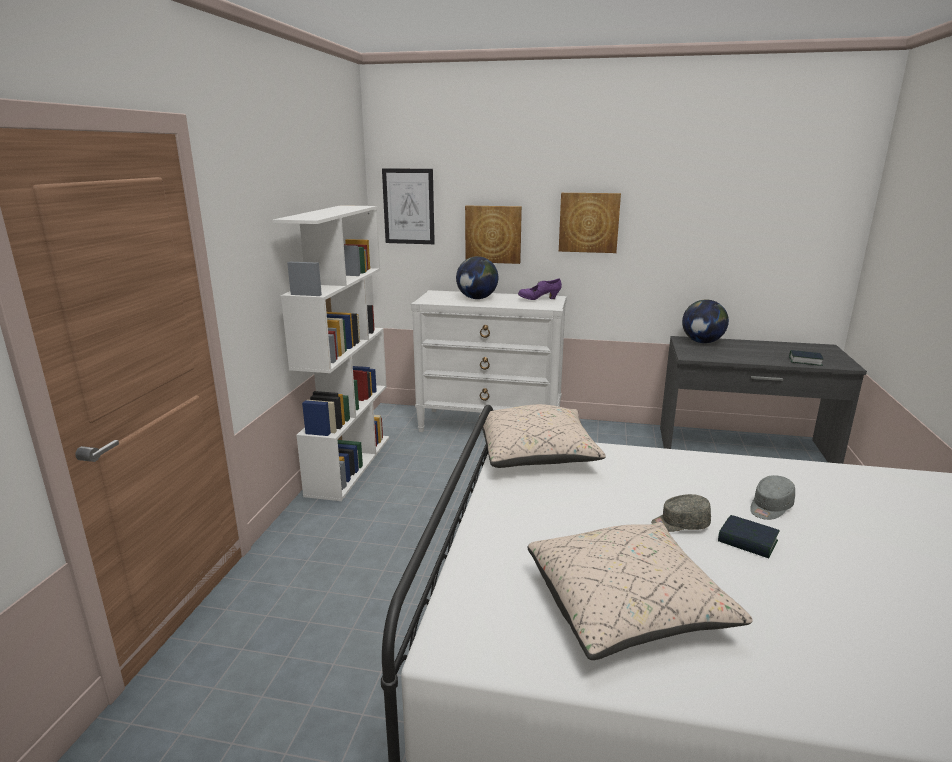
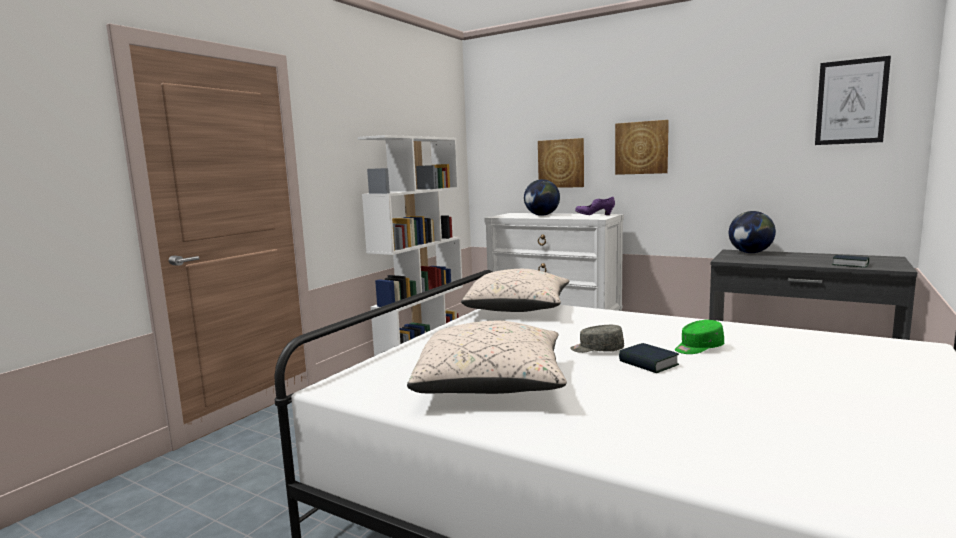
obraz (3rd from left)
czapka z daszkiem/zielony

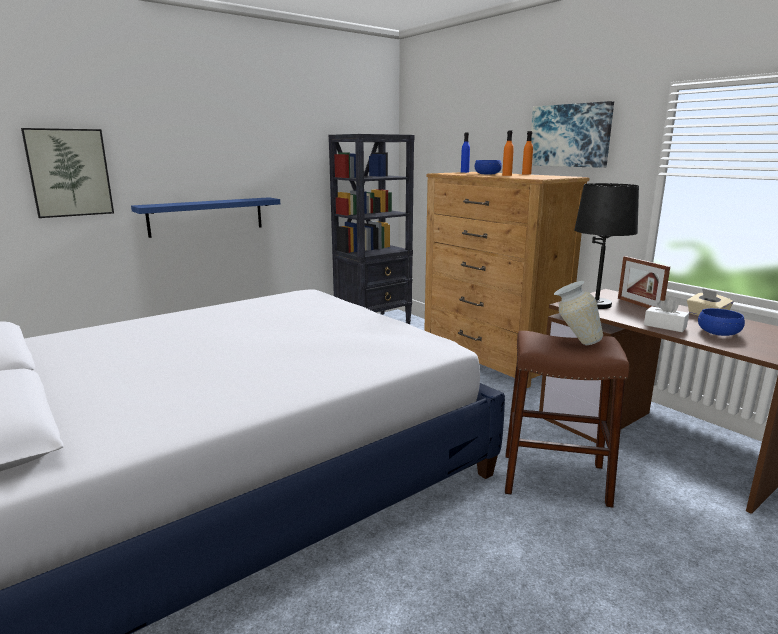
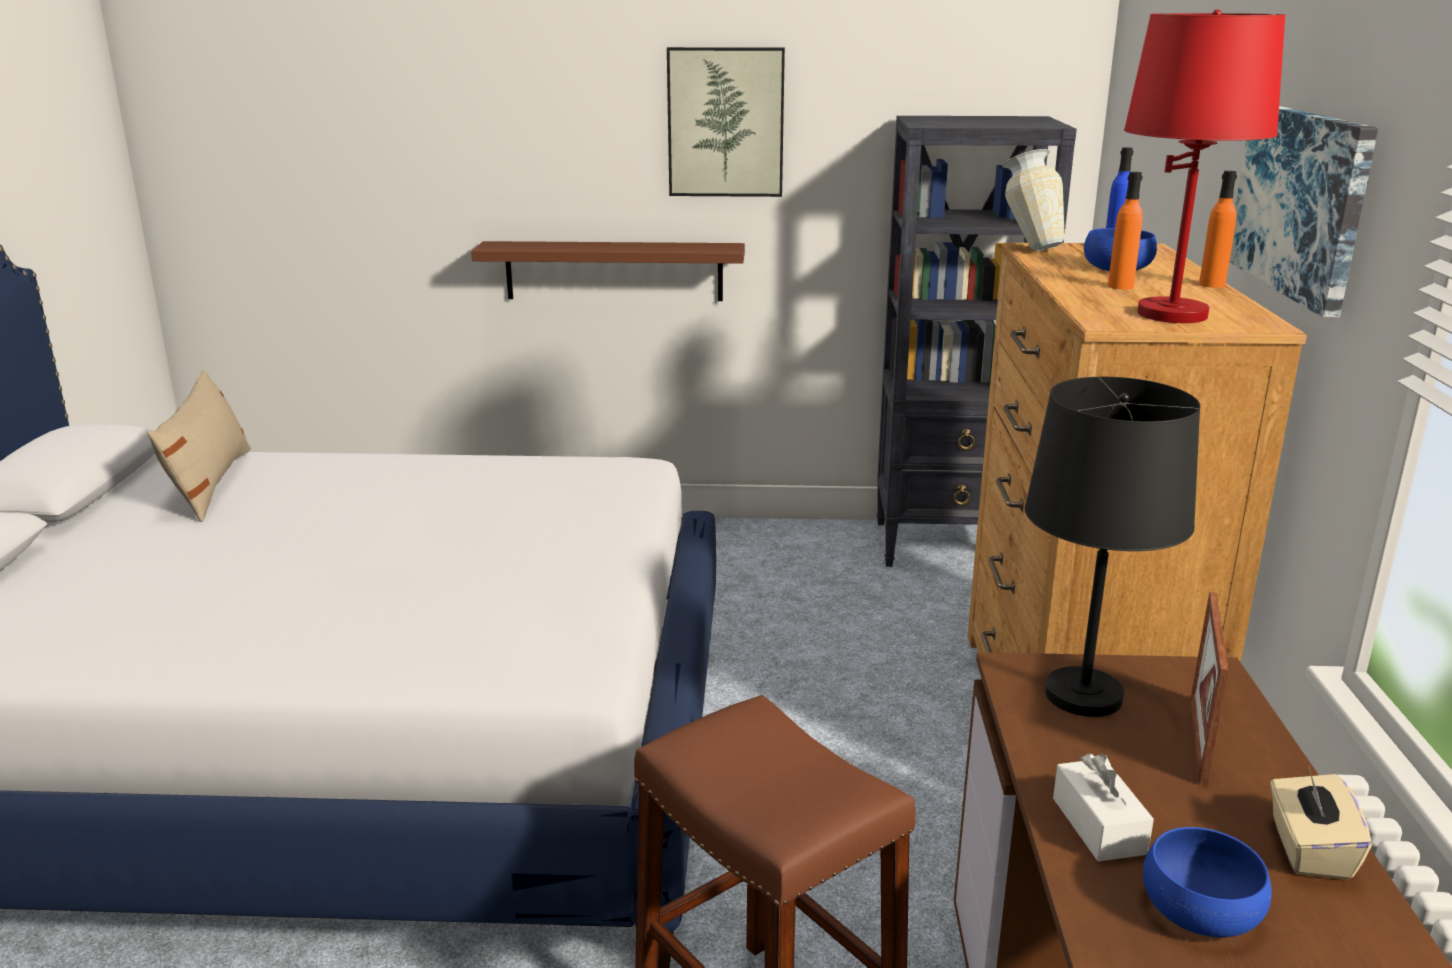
obraz (1st from left)
półka/brązowy
wazon
lampa stołowa/czerwony
poduszka/beżowy

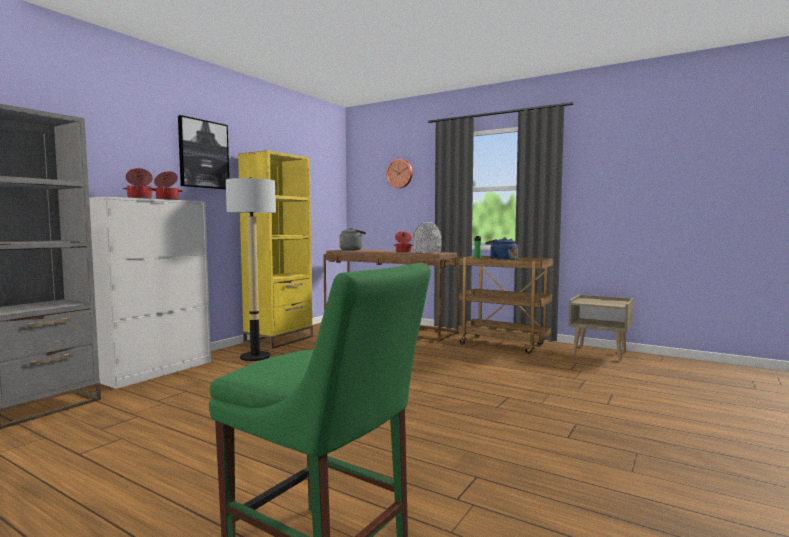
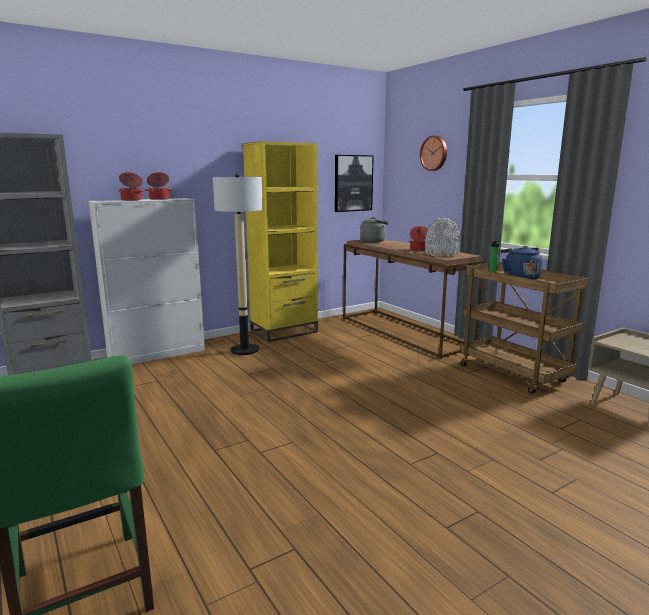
obraz

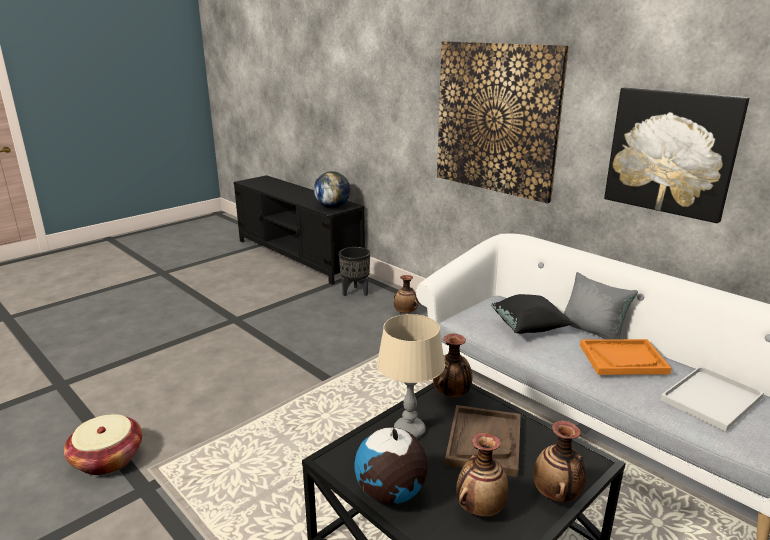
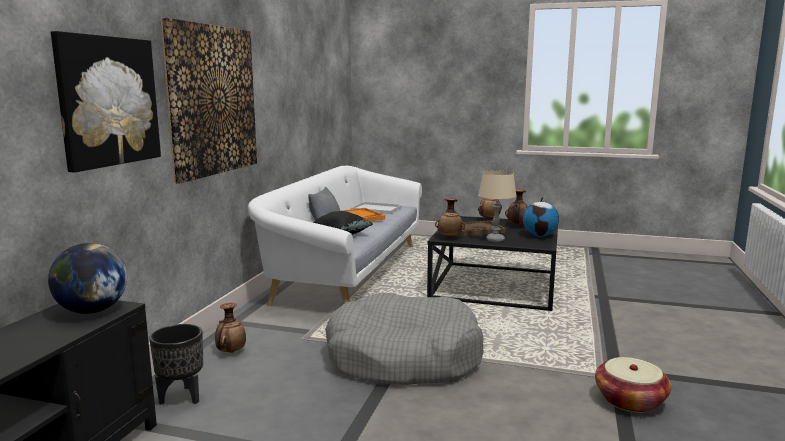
obraz (1st from left)
legowisko/szary

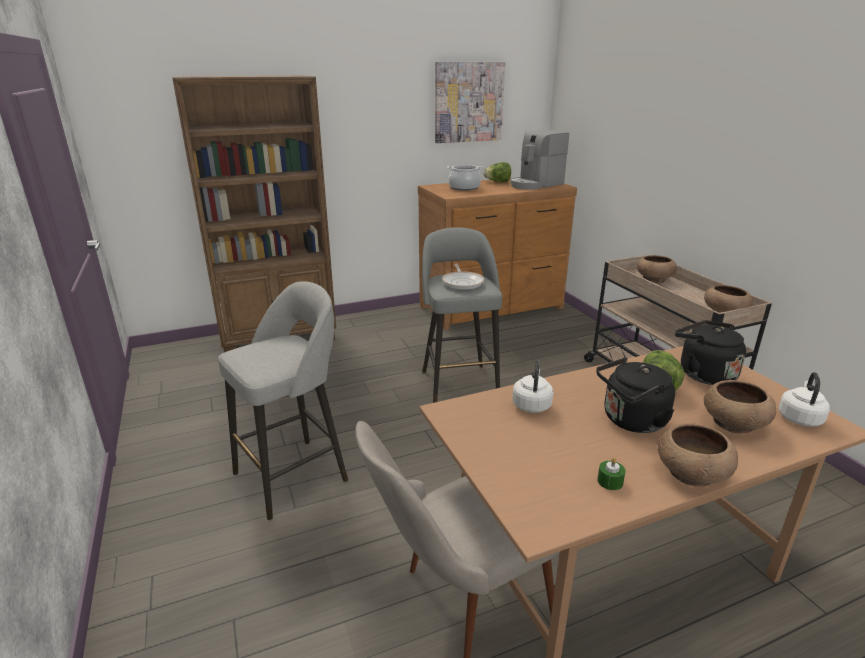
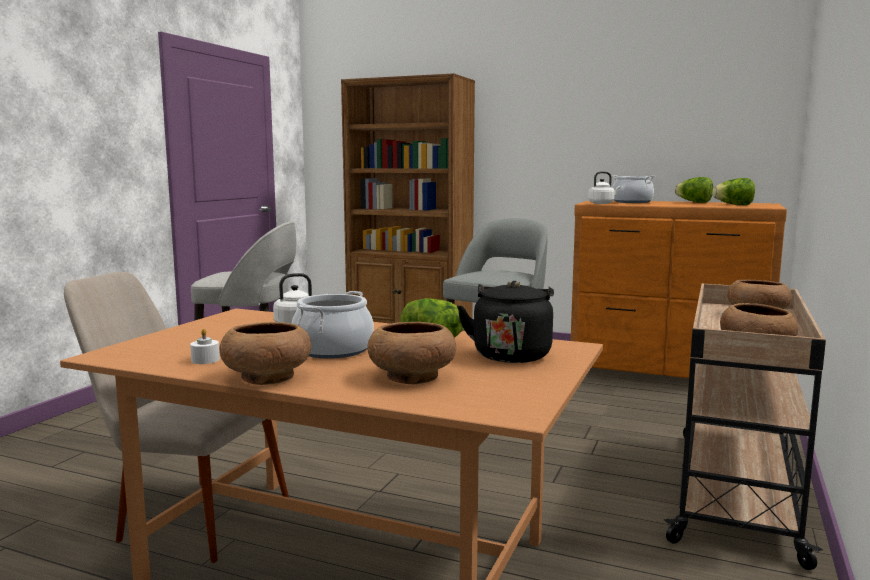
obraz
sałata (3rd from left)
patelnia
garnek (1st from left)
czajnik/biały (2nd from left)
świeca/biały

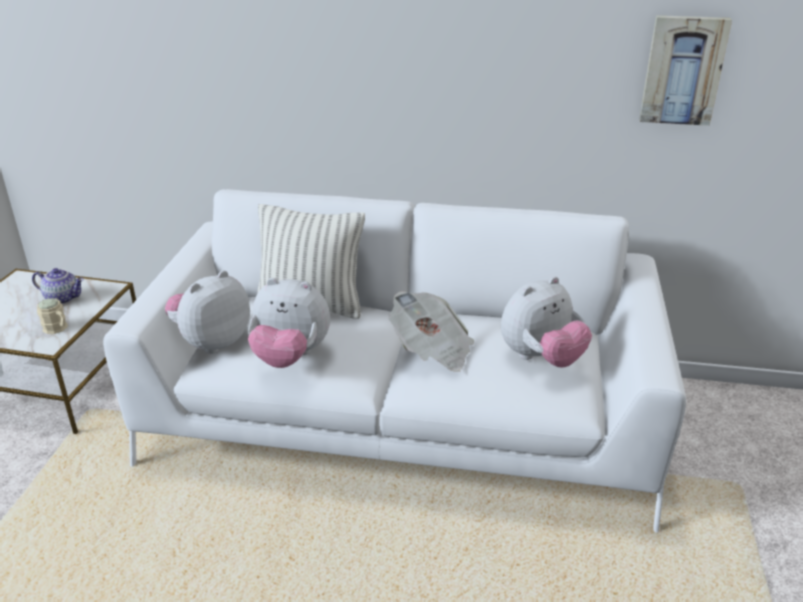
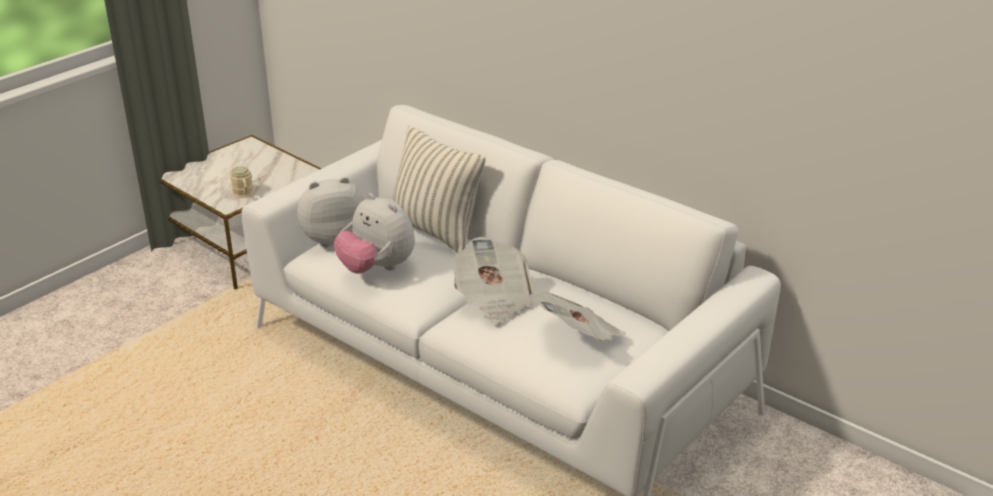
obraz
imbryk
gazeta (2nd from left)

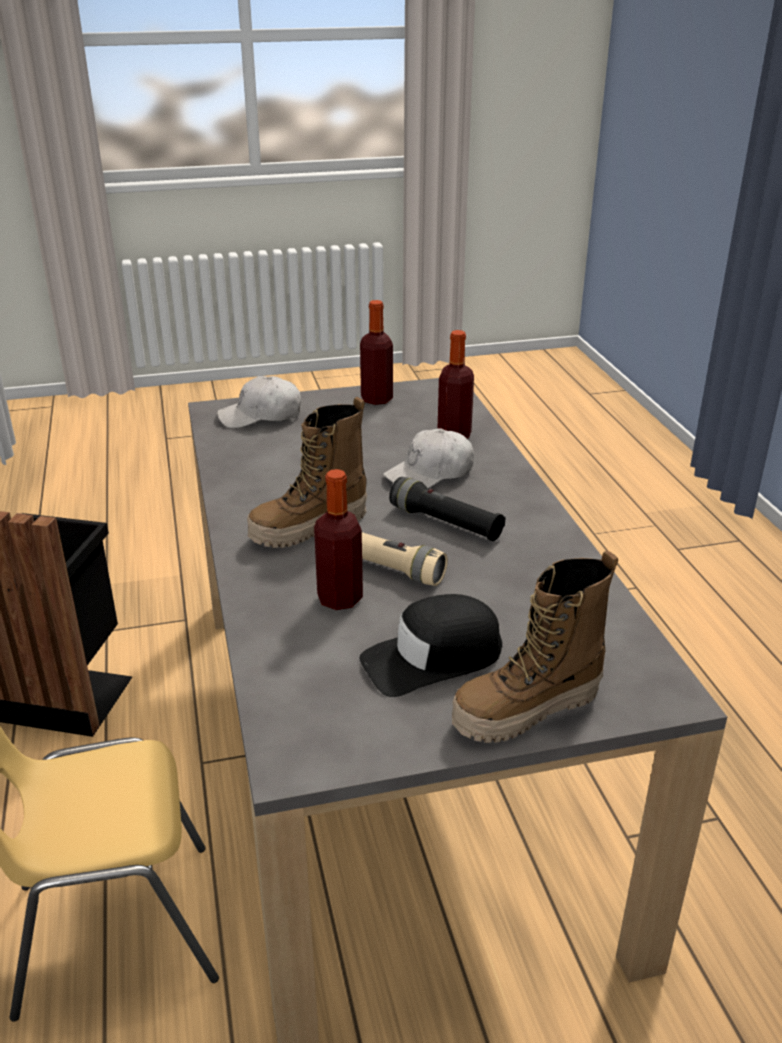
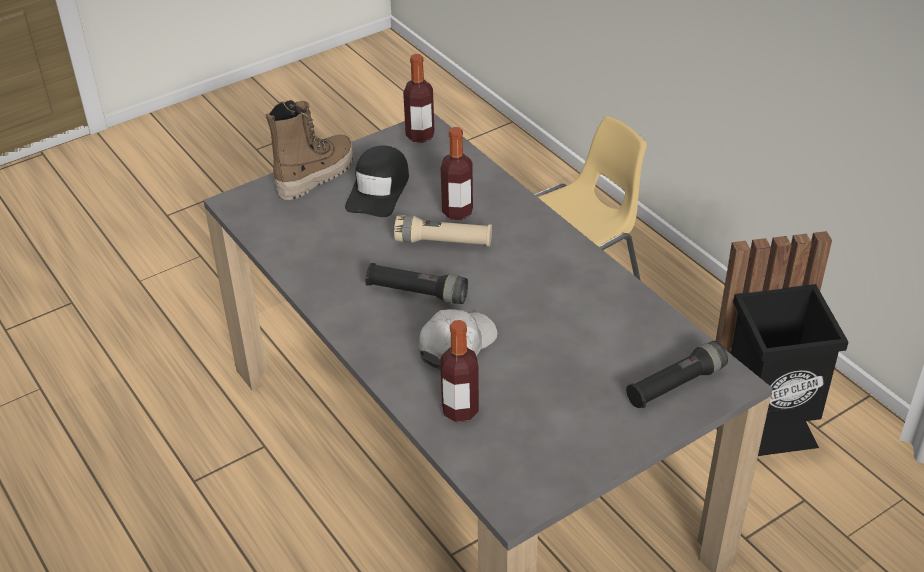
butelka (1st from left)
latarka/czarny (2nd from left)
but z cholewką (1st from left in the first image)
czapka z daszkiem/czarny

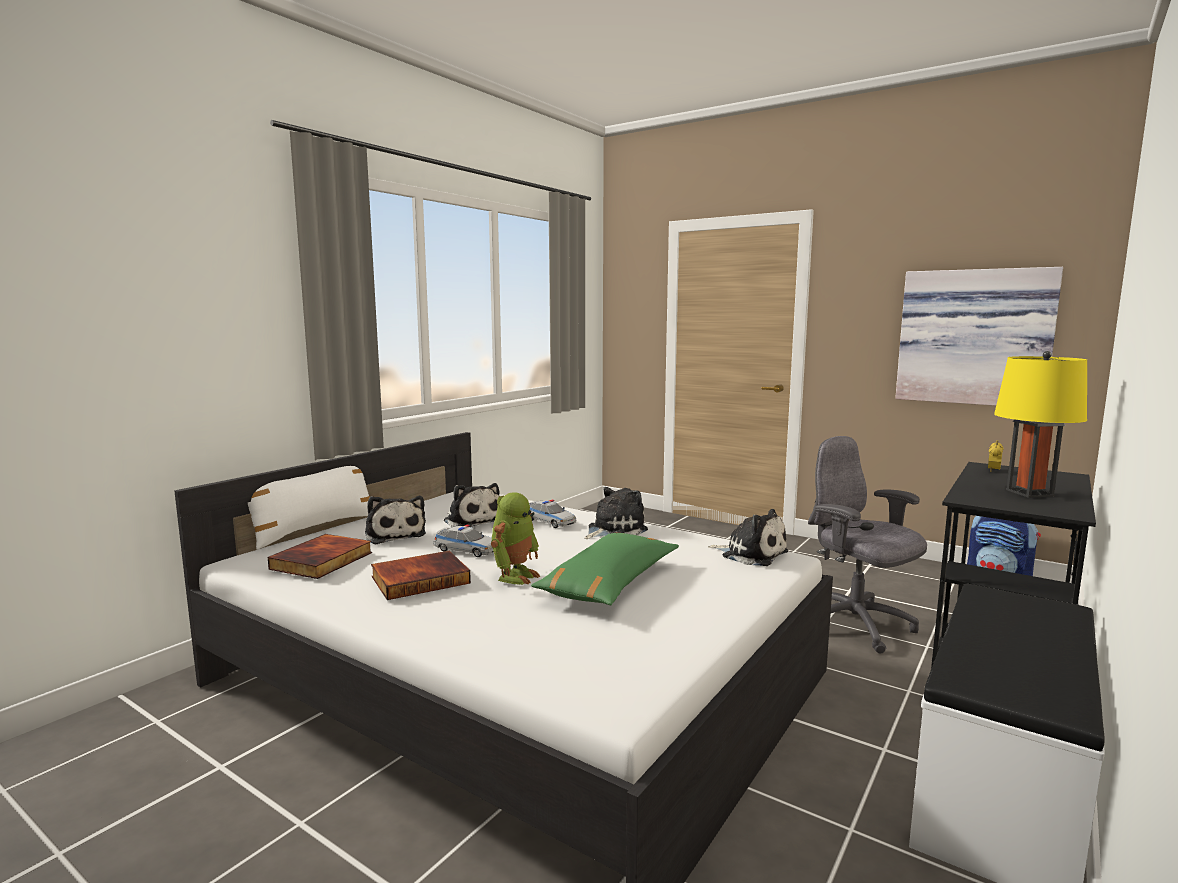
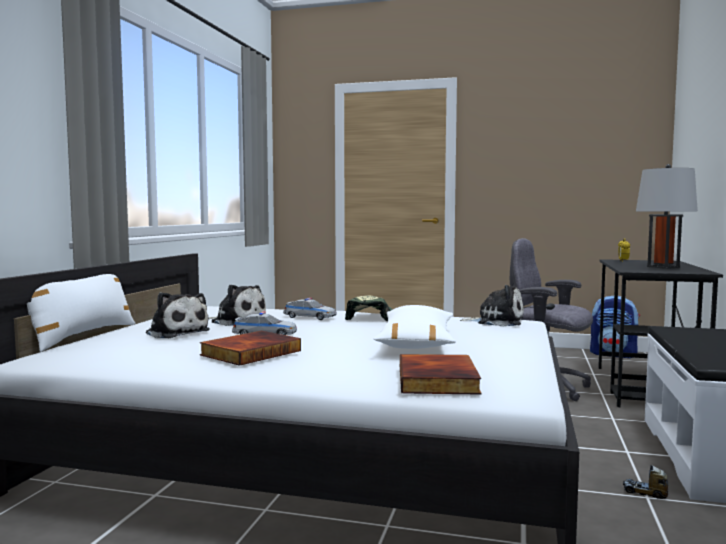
obraz
lampa stołowa/szary
czapka z daszkiem
robot zabawkowy
poduszka/biały (2nd from left)
książka (2nd from left)
ciężarówka zabawkowa

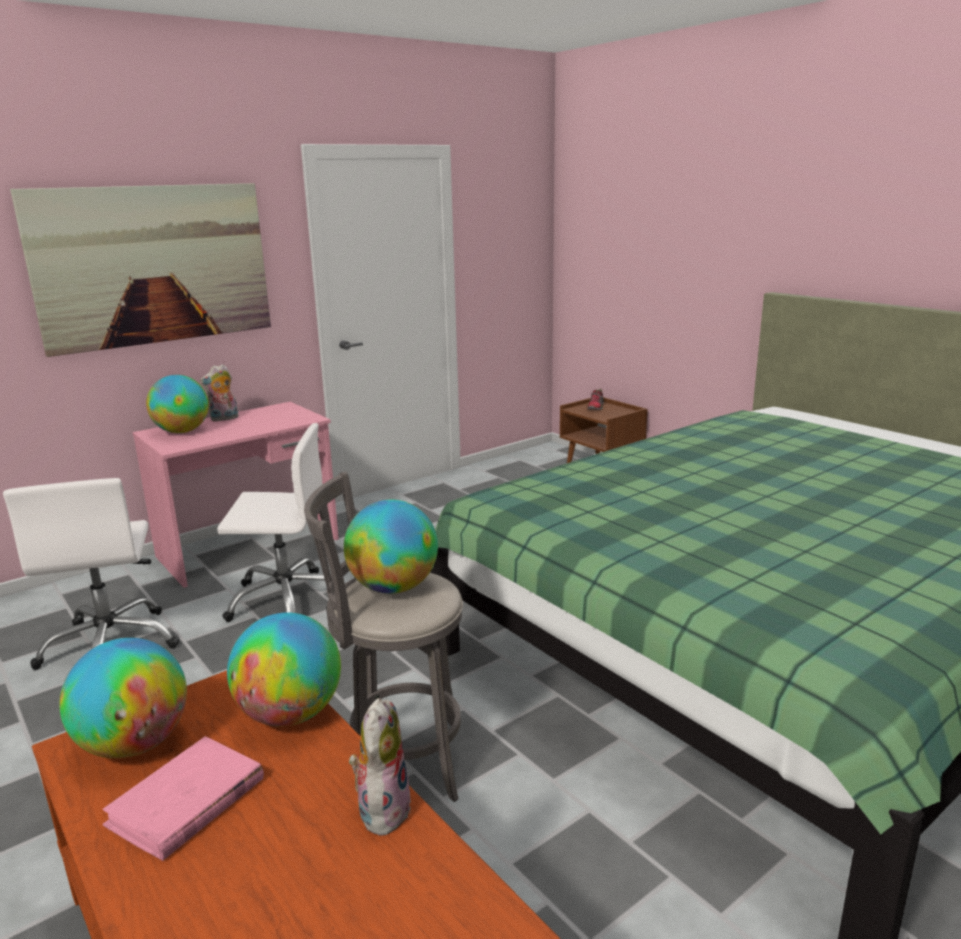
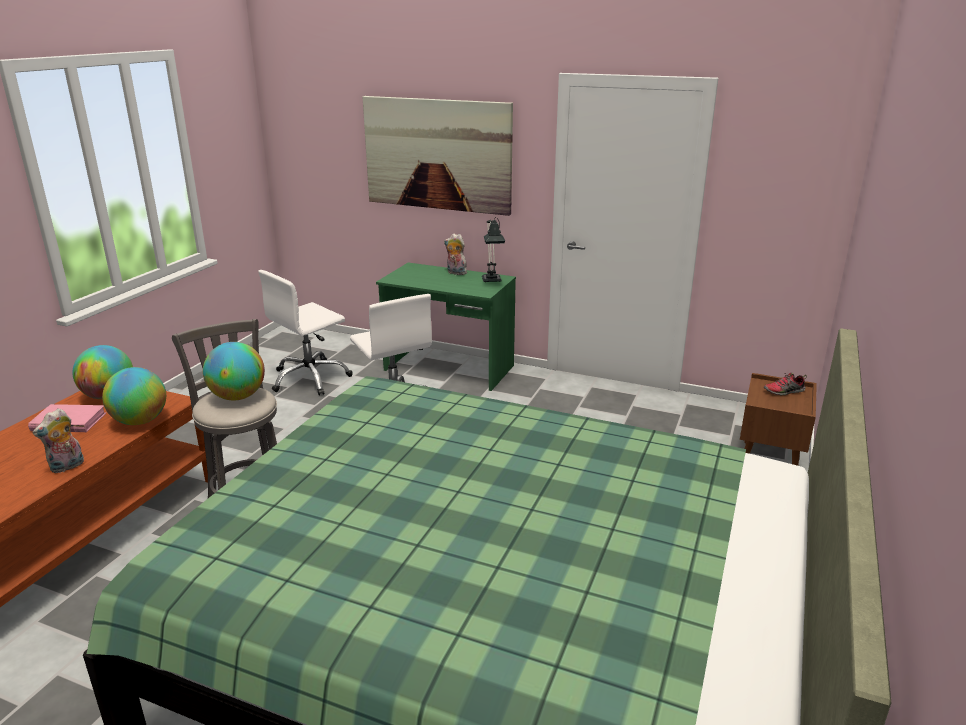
globus (2nd from left in the first image)
biurko/zielony
pluszak (1st from left)
lampa stołowa

